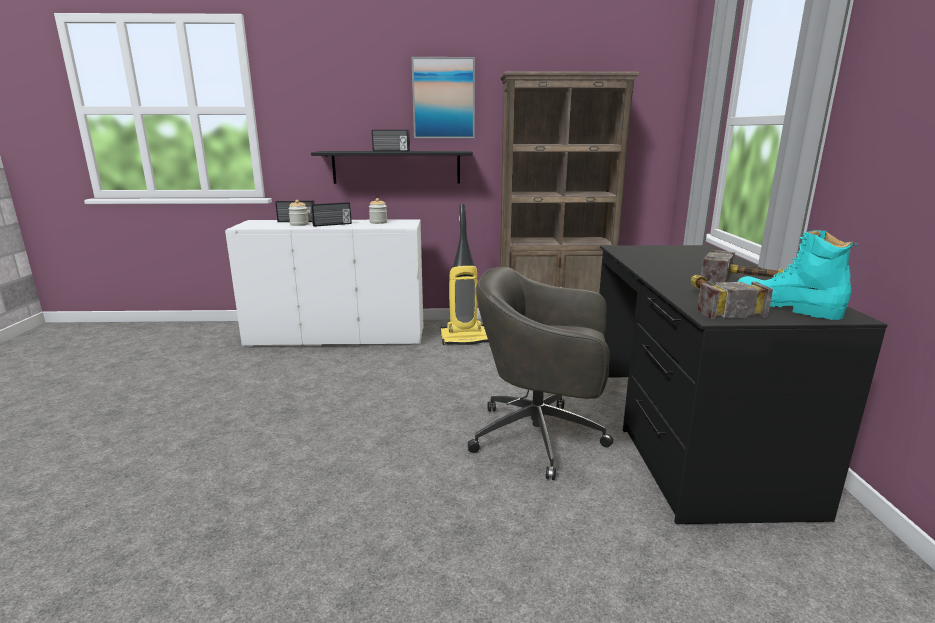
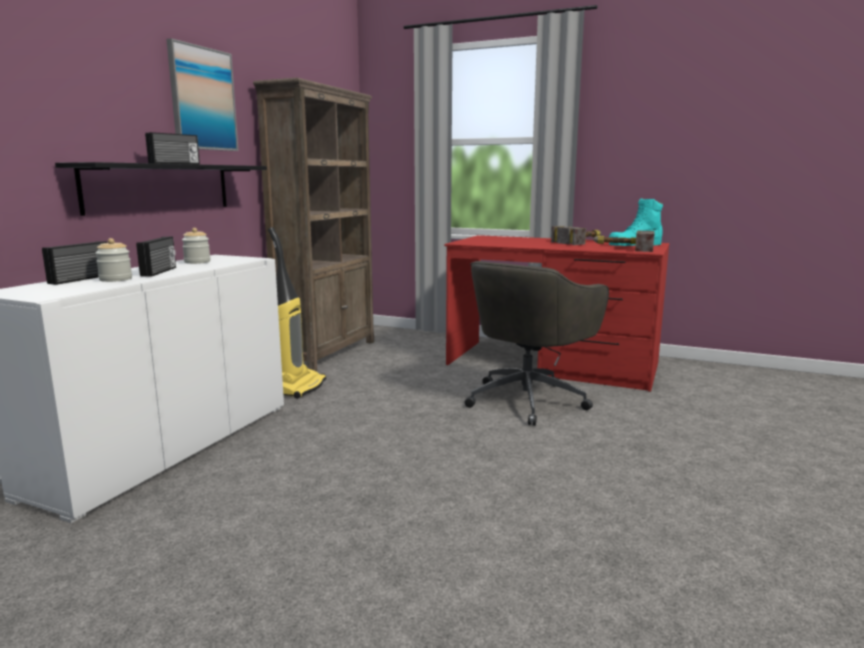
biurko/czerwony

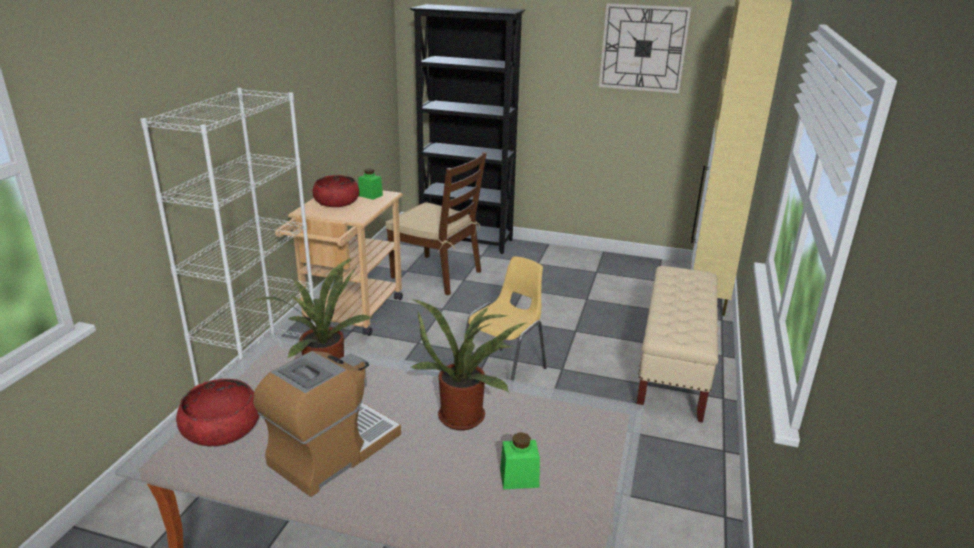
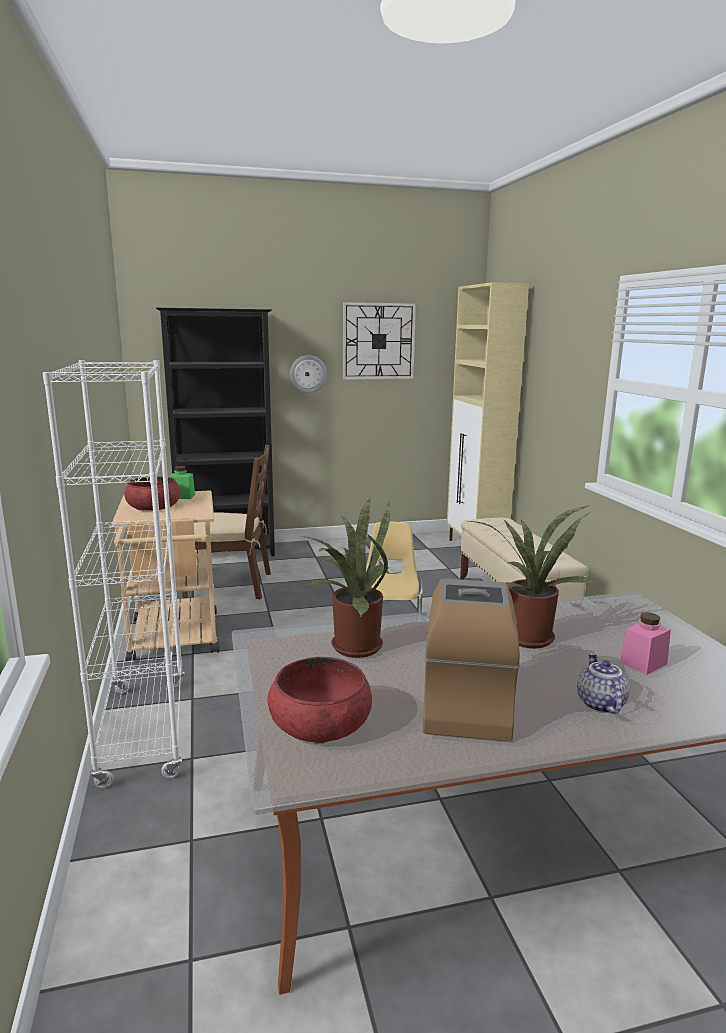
słoik/różowy
zegar ścienny (1st from left)
imbryk

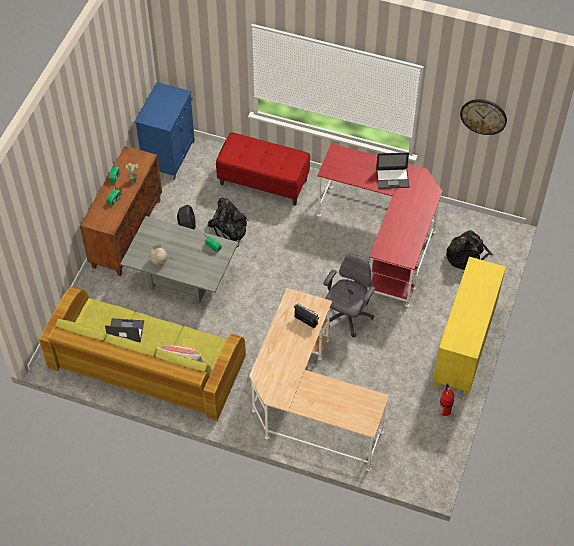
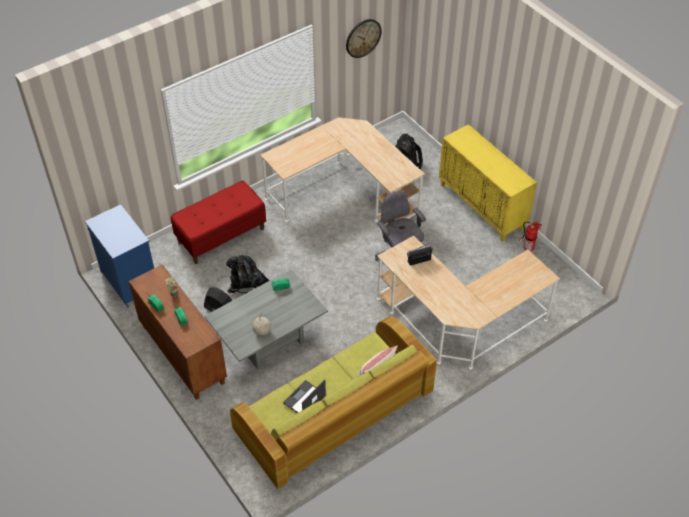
biurko/beżowy (1st from left)
laptop (2nd from left in the first image)

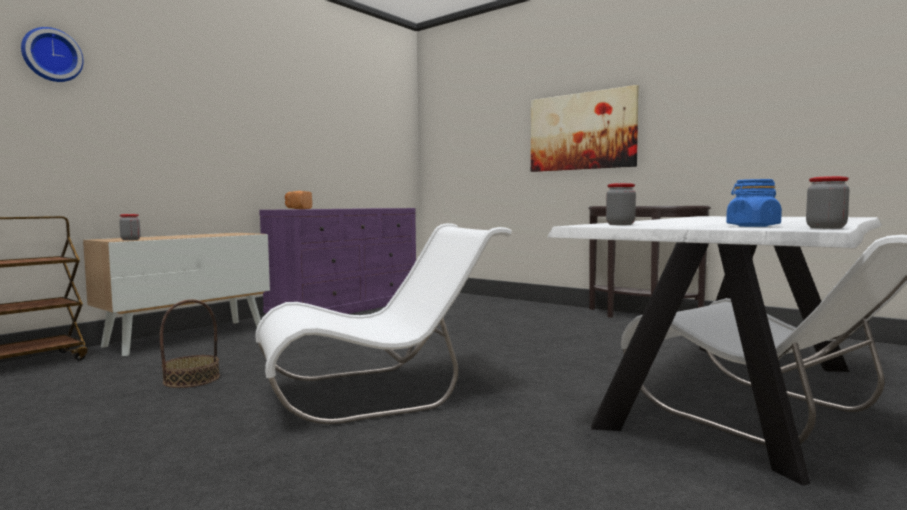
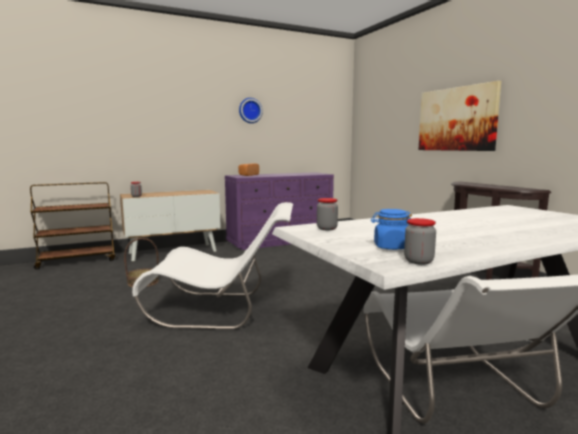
zegar ścienny

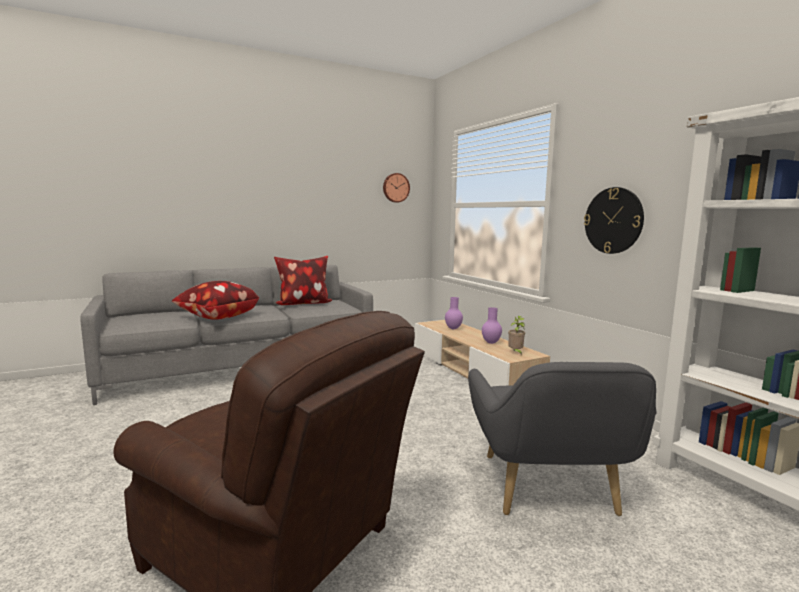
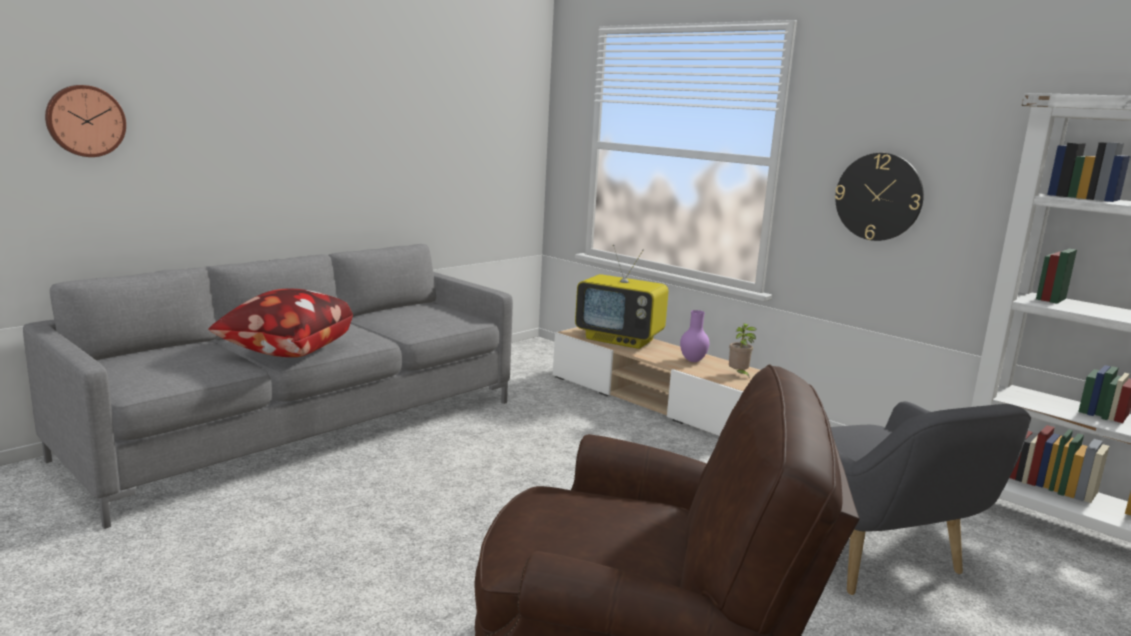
zegar ścienny (1st from left)
poduszka (2nd from left in the first image)
telewizor

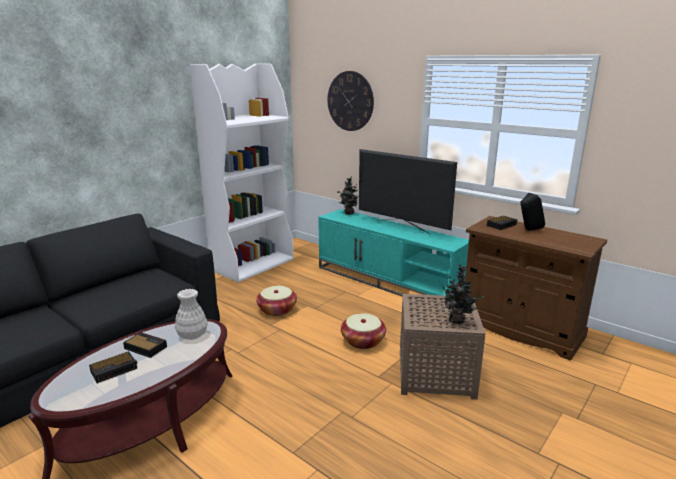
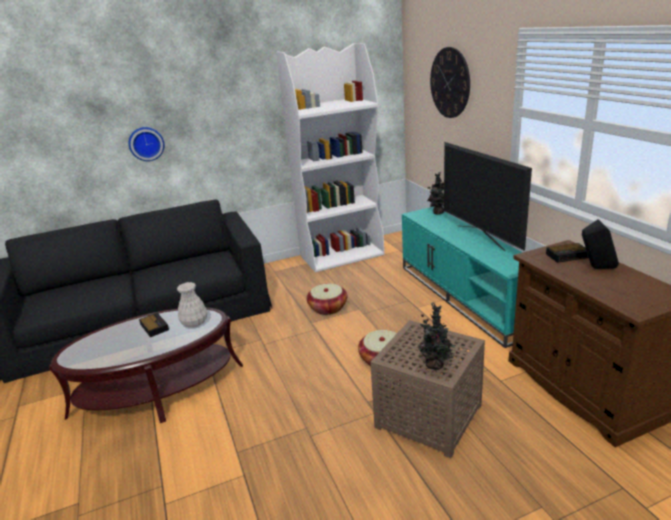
budzik (1st from left in the first image)
zegar ścienny (1st from left)

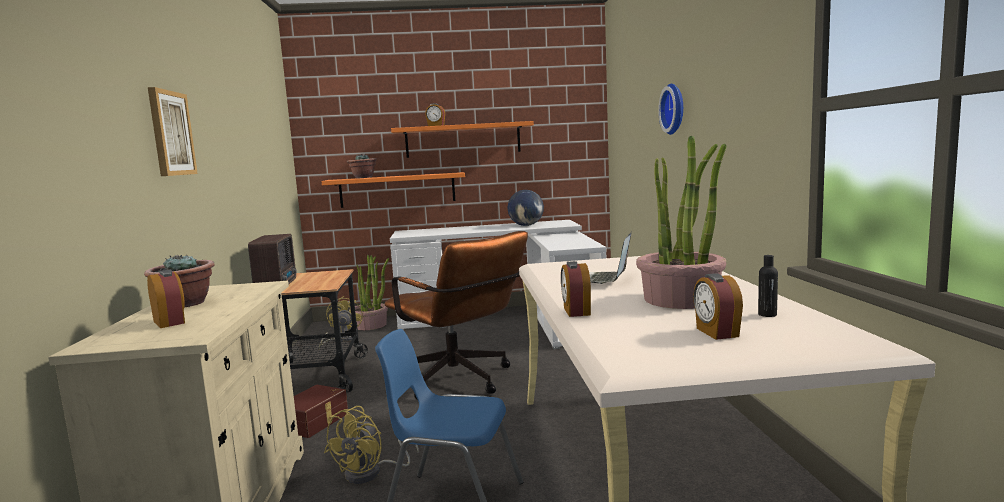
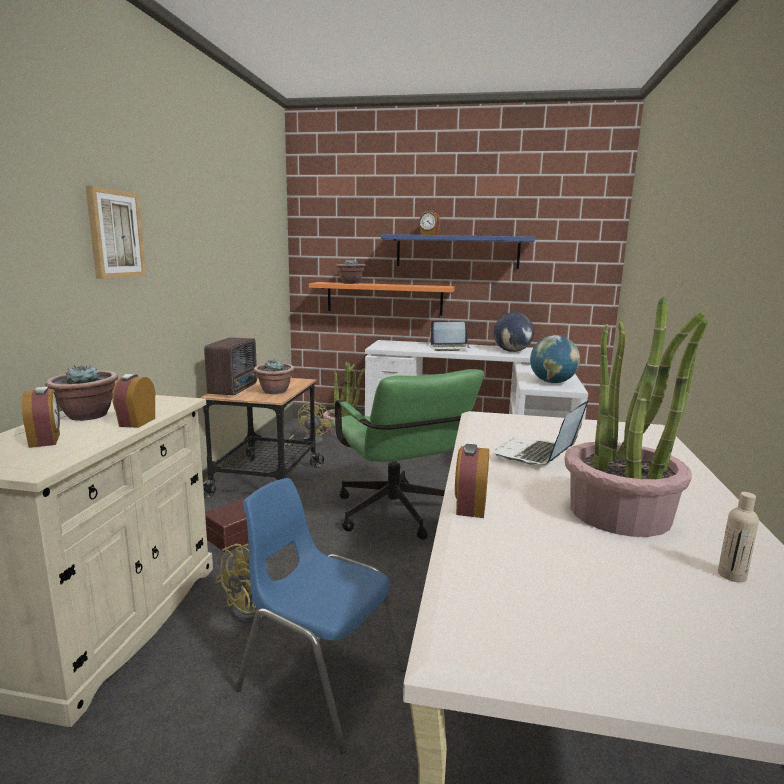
zegar ścienny
półka/niebieski
krzesło biurowe/zielony
butelka/beżowy
budzik (2nd from left)
laptop (1st from left)
globus (2nd from left)
roślina doniczkowa (2nd from left)

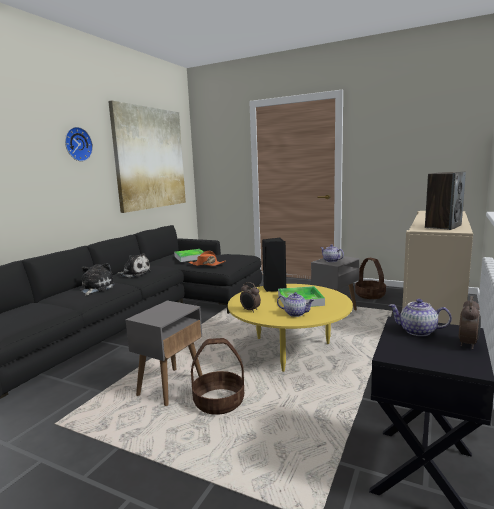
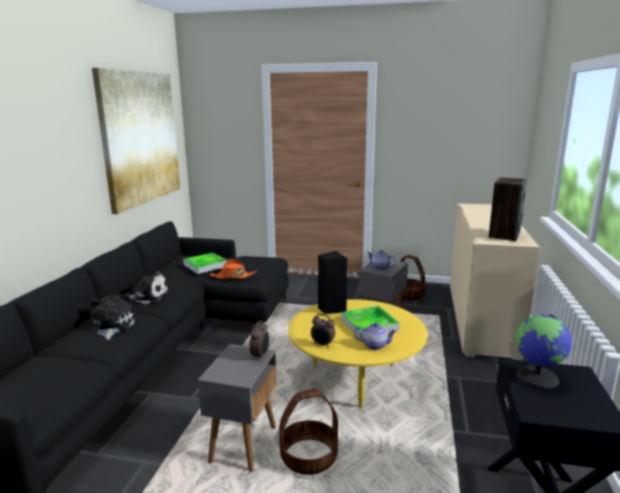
zegar ścienny
budzik (1st from left)
globus

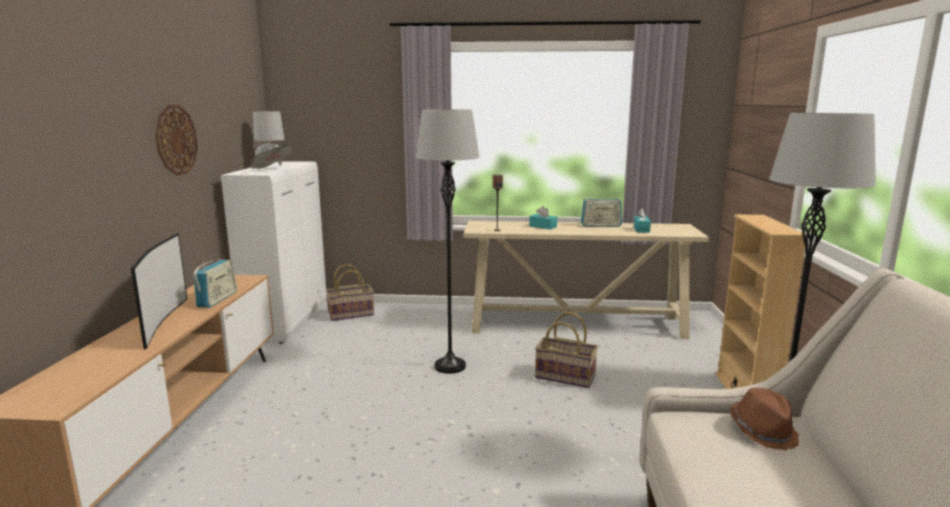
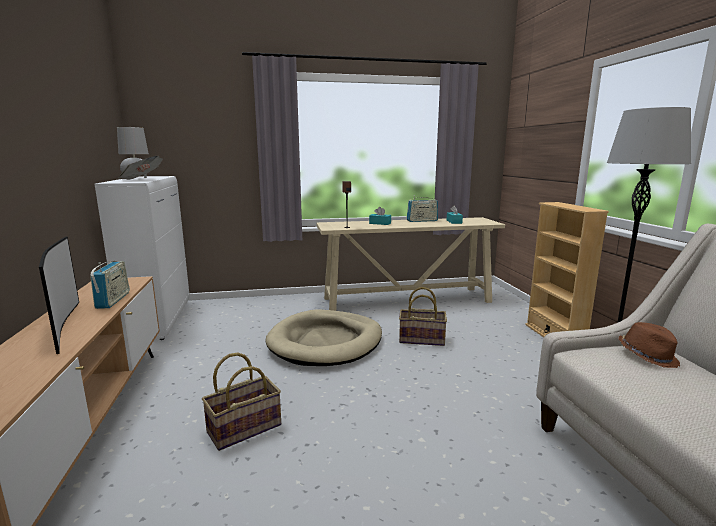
zegar ścienny
legowisko/beżowy
koszyk (1st from left)

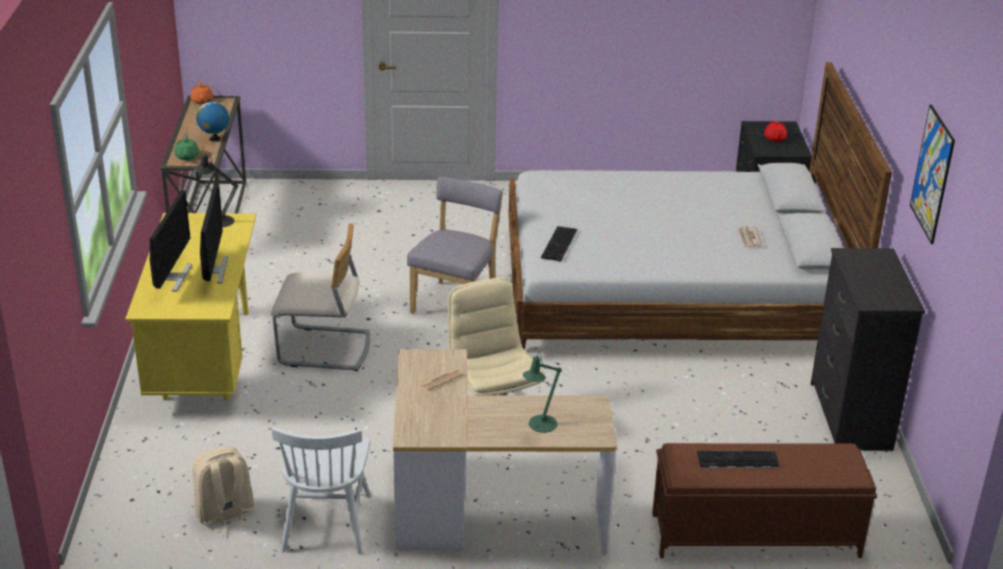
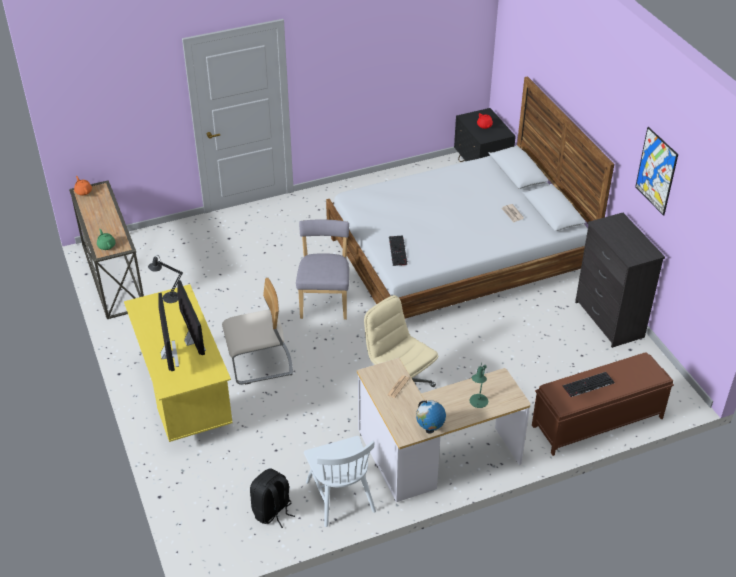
globus
plecak/czarny

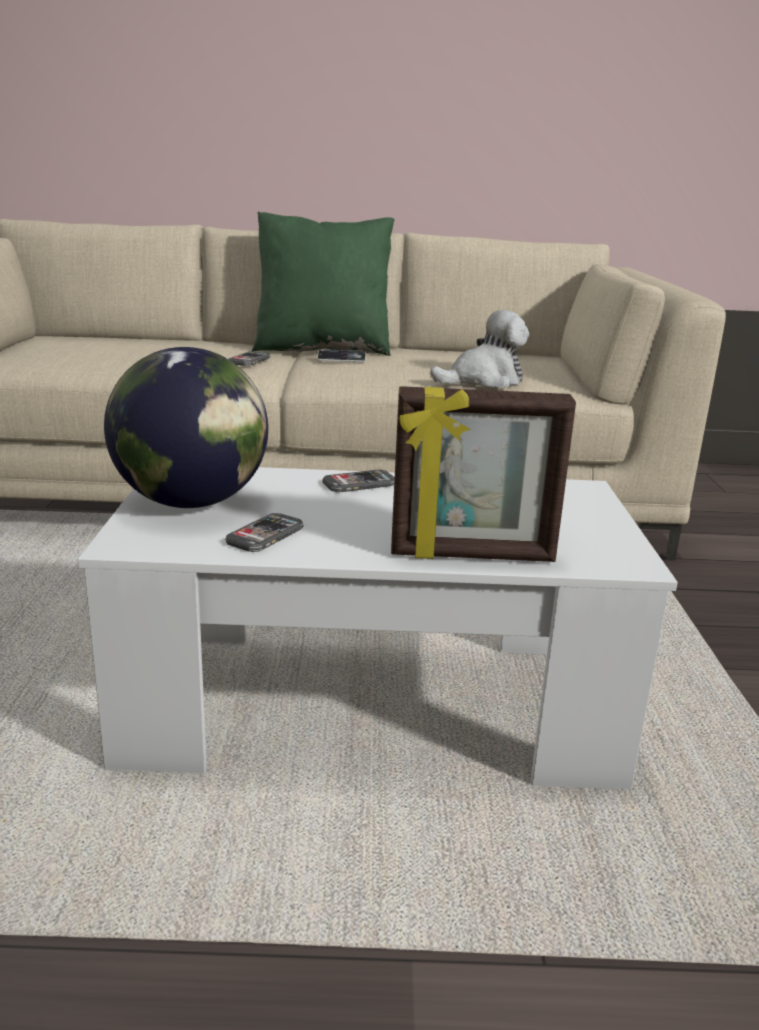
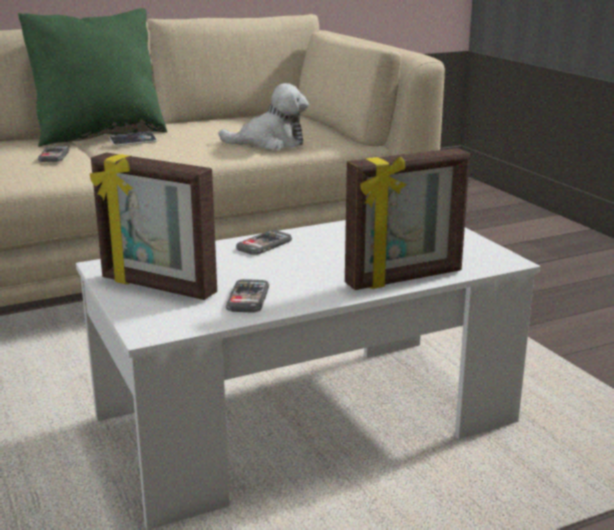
pluszak
ramka na zdjęcie (1st from left)

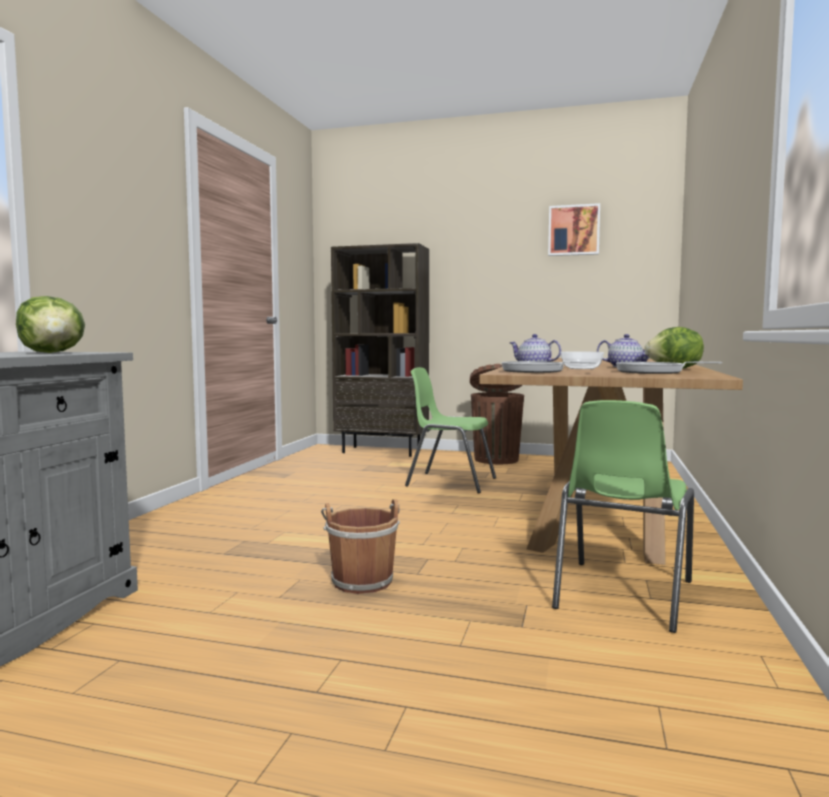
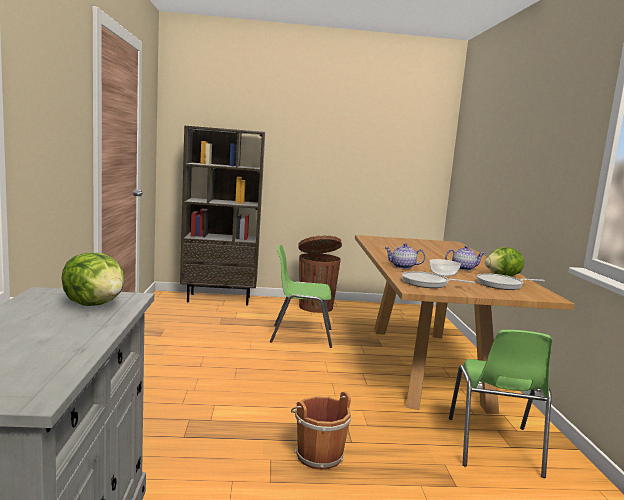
obraz

